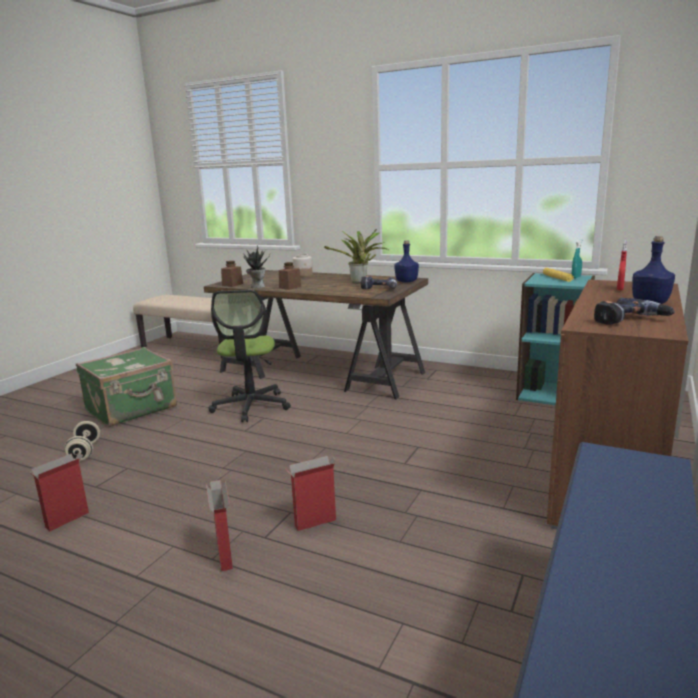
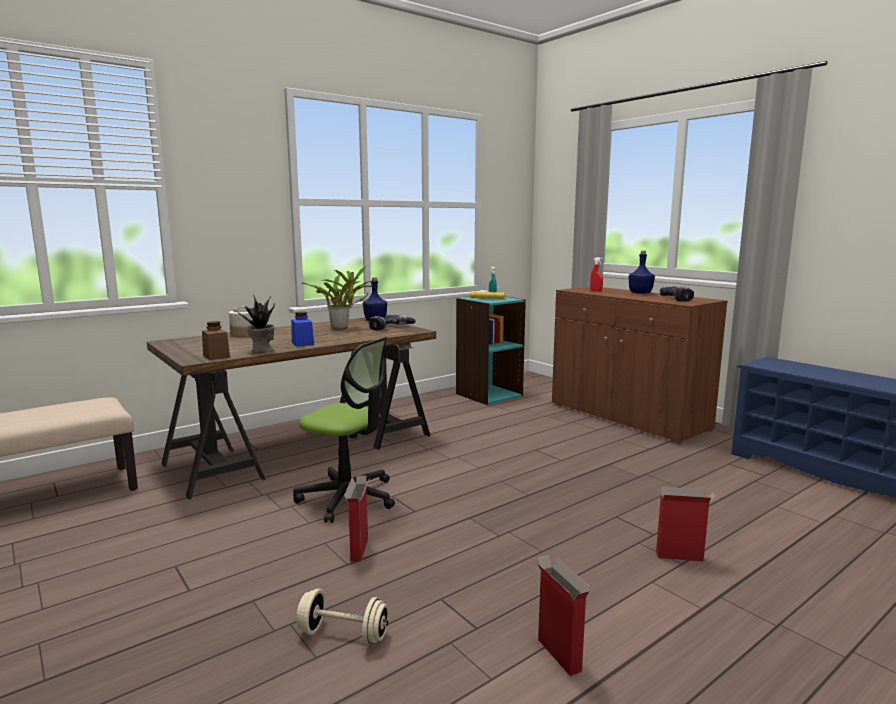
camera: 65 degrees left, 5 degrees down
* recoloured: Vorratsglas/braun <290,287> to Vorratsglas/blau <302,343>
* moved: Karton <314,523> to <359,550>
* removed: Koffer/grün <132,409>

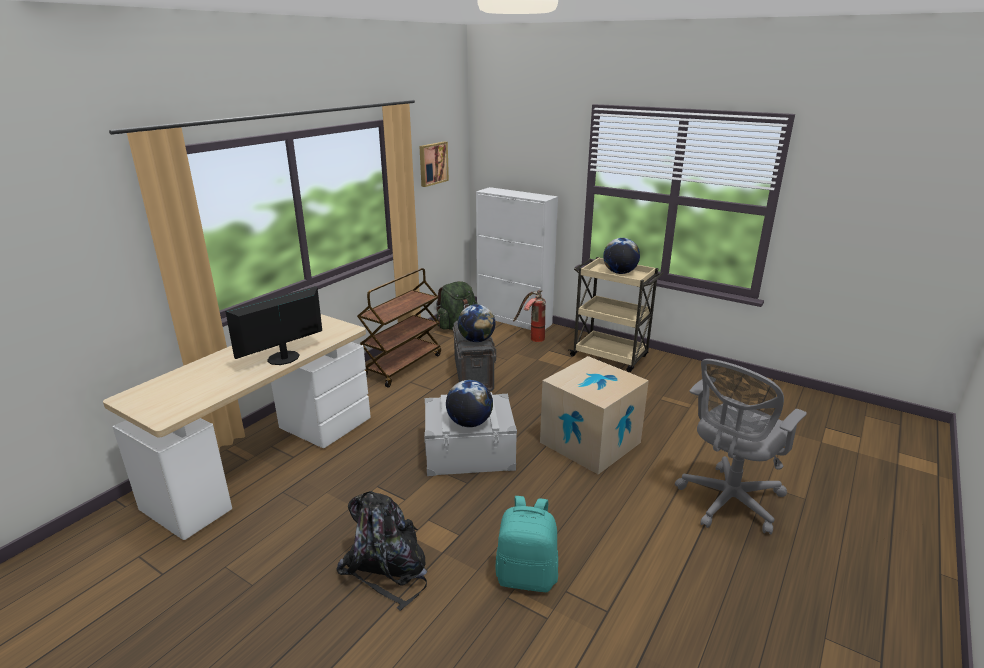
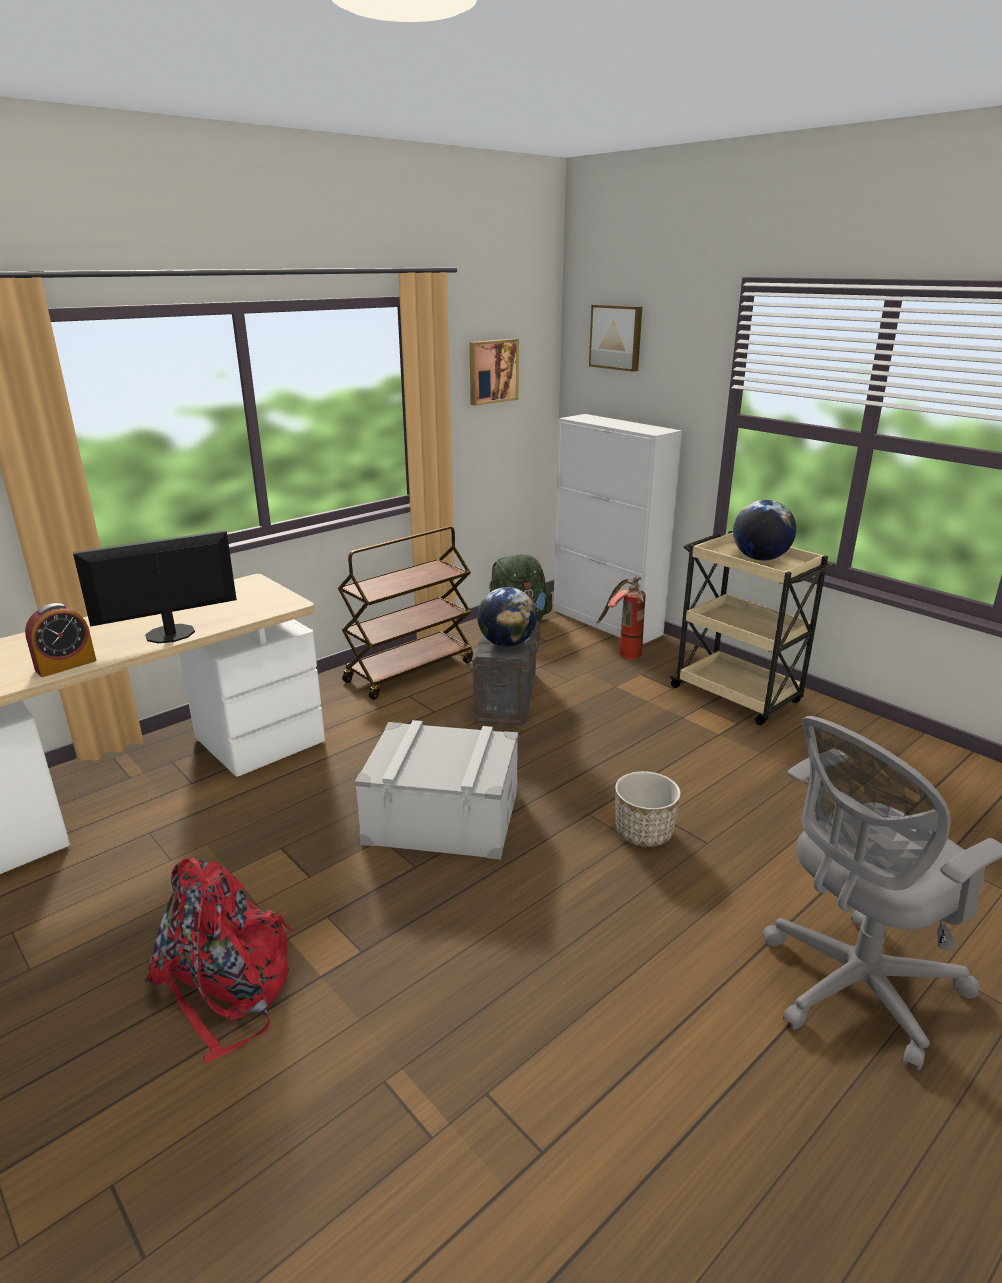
camera: 15 degrees right, 0 degrees up
* added: Wecker <66,665>
* recoloured: Rucksack/schwarz <388,568> to Rucksack/rot <227,985>
* added: Bild <617,337>
* replaced: Karton <590,442> to Pflanzkübel <643,833>
* removed: Globus <469,423>
* removed: Rucksack/türkis <527,576>

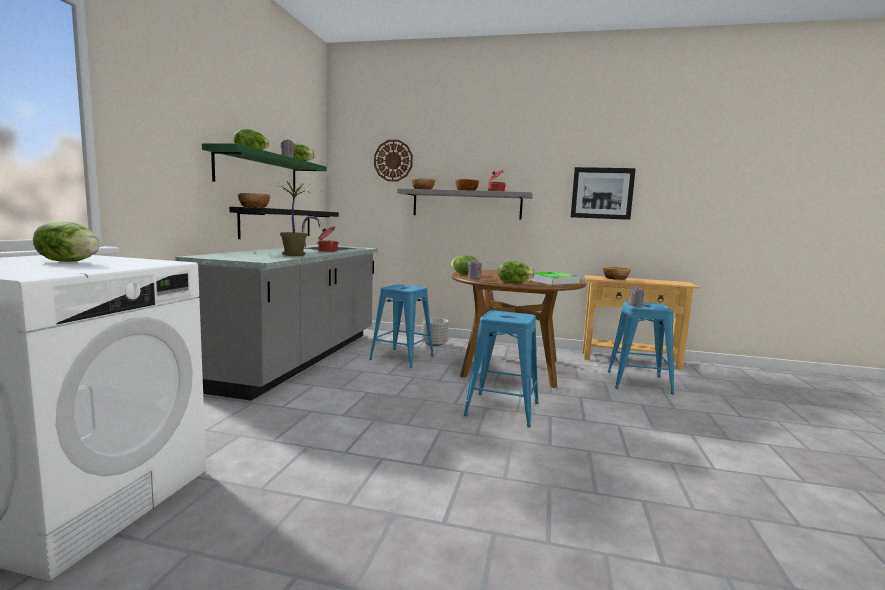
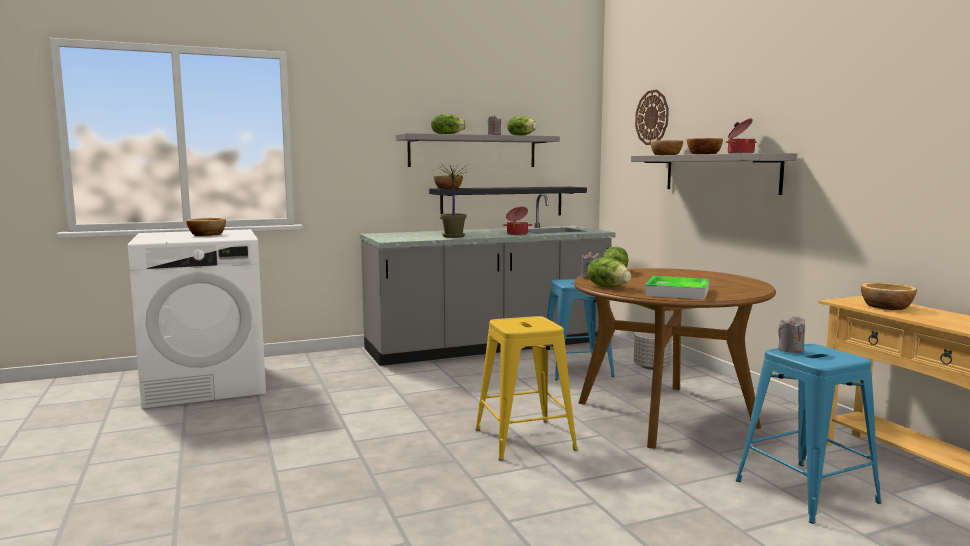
camera: 55 degrees right, 0 degrees up
* replaced: Salatkopf <69,262> to Schüssel <207,235>
* recoloured: Wandregal/grün <258,172> to Wandregal/grau <473,151>
* recoloured: Hocker/blau <503,409> to Hocker/gelb <525,439>
* removed: Bild <602,193>

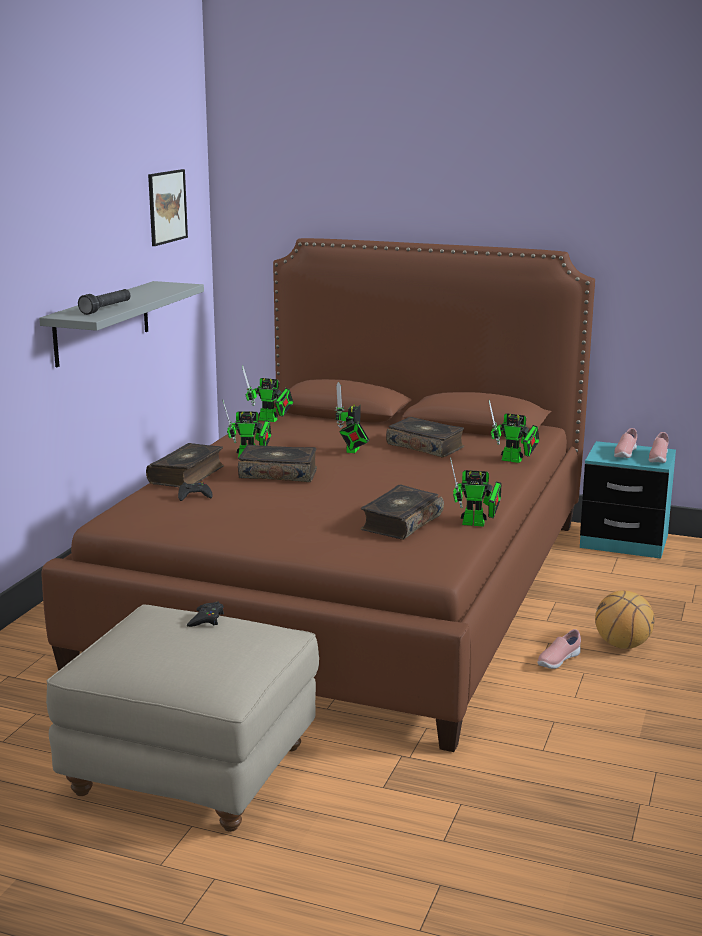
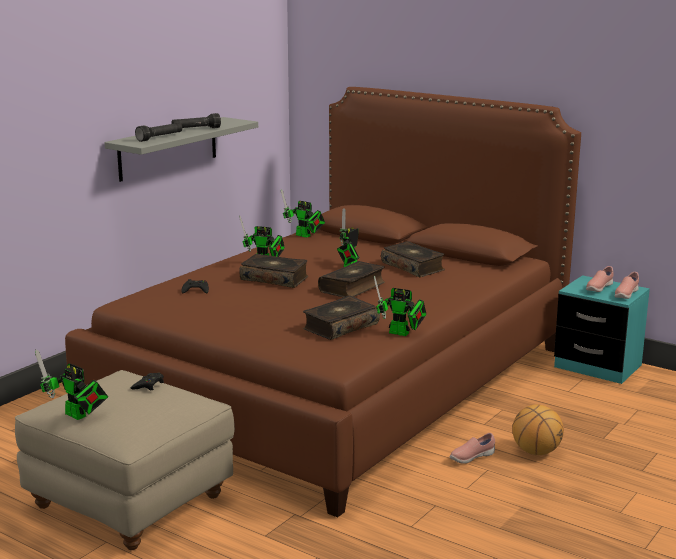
camera: 15 degrees right, 0 degrees up
* moved: Spielzeugroboter <515,460> to <78,416>
* added: Taschenlampe/schwarz <196,129>
* moved: Buch <187,475> to <353,287>
* removed: Bild <167,207>

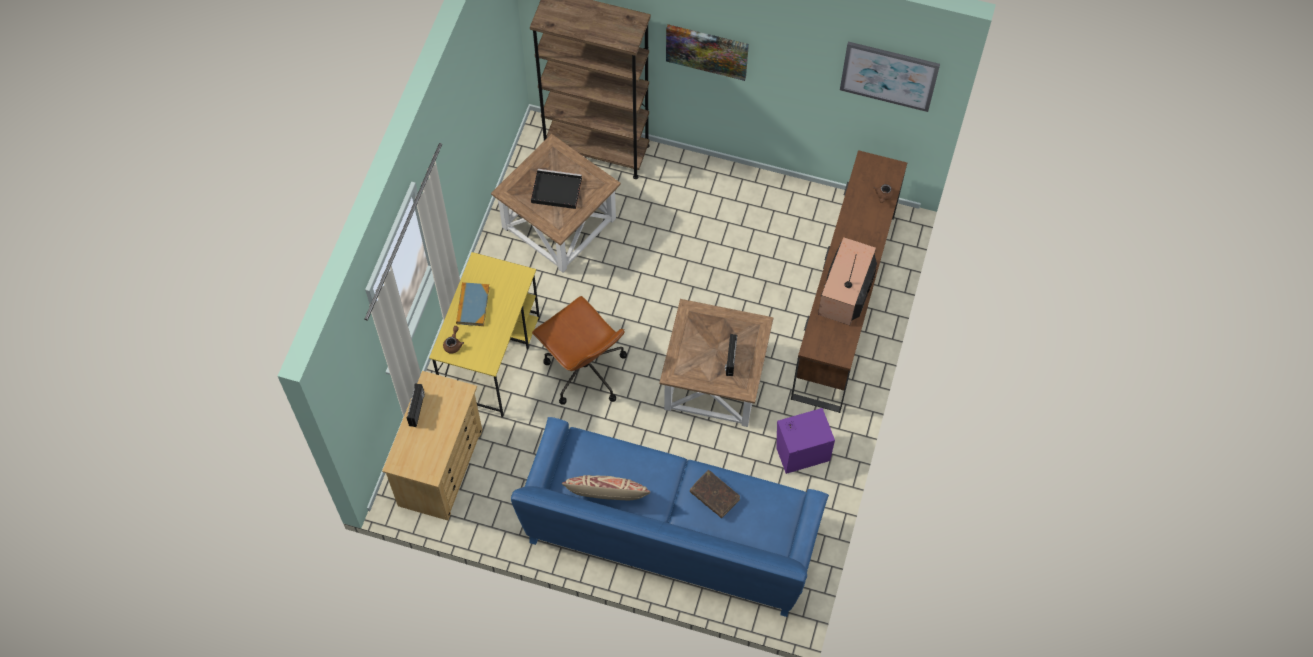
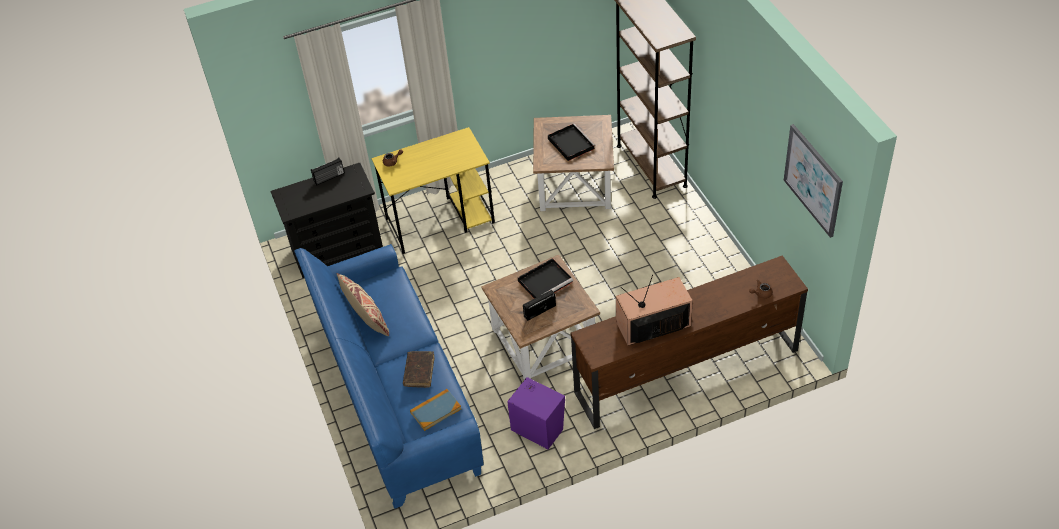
camera: 55 degrees right, 15 degrees down
* recoloured: Kommode/beige <441,467> to Kommode/schwarz <337,249>
* moved: Buch <472,305> to <435,411>
* added: Tablett/schwarz <546,281>
* removed: Bürostuhl/braun <584,370>
* removed: Bild <707,50>

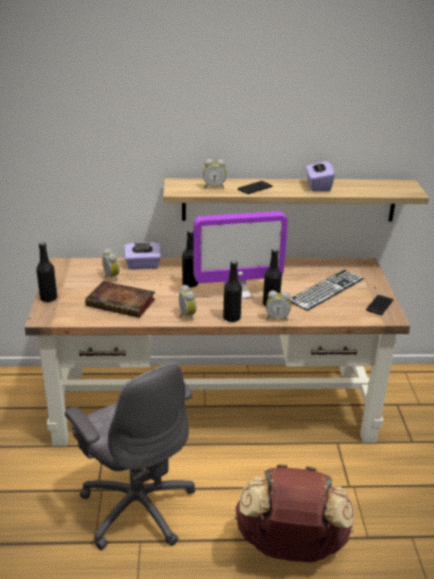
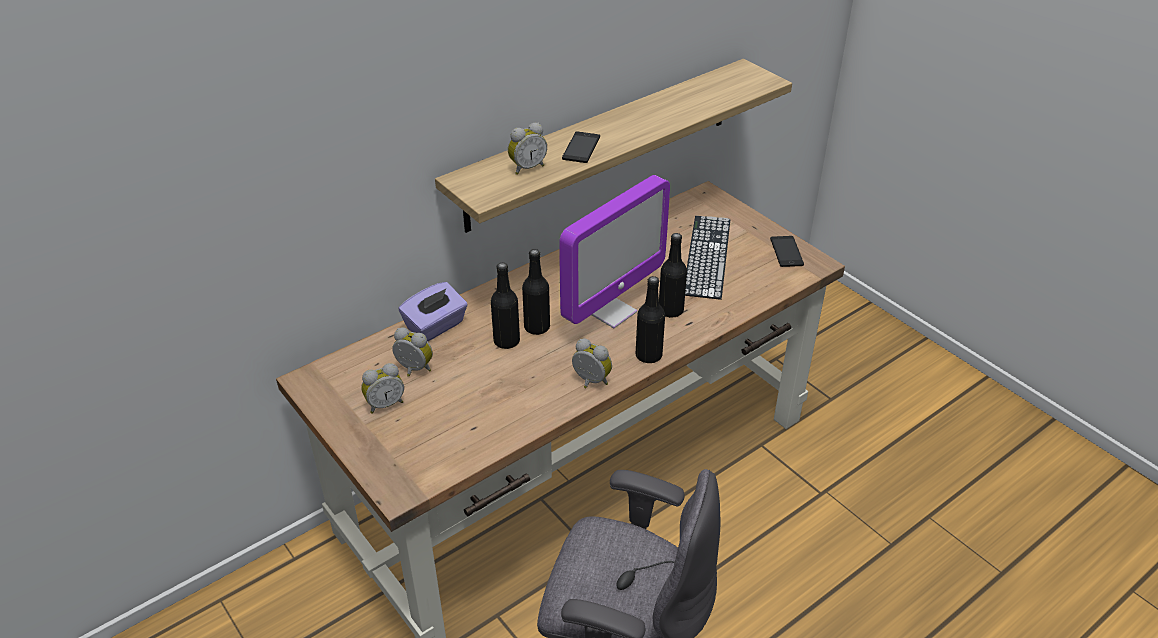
camera: 35 degrees left, 10 degrees up
* moved: Wecker <277,318> to <385,404>
* moved: Flasche/schwarz <48,298> to <506,341>
* removed: Buch <122,303>
* removed: Rucksack/braun <290,547>
* removed: Taschentuchbox/lila <318,186>

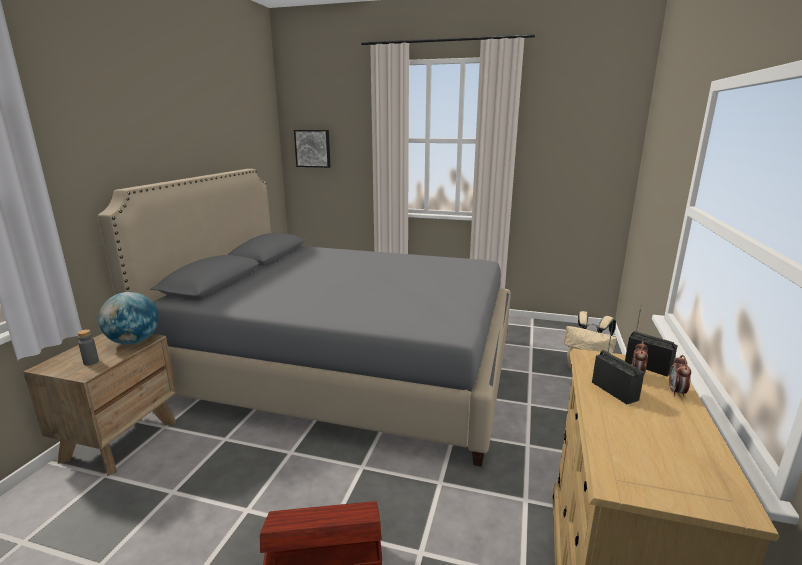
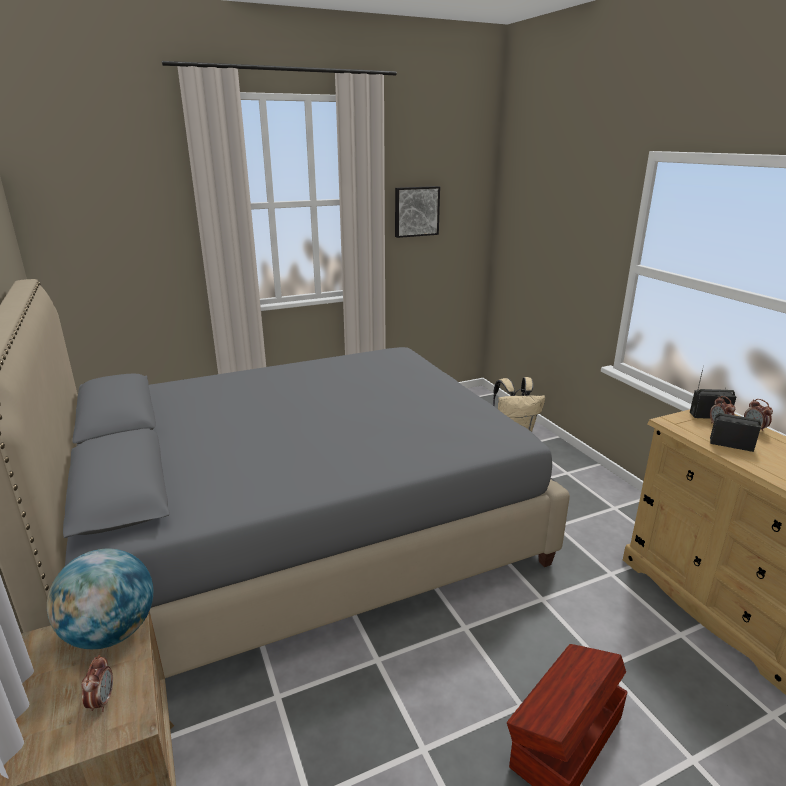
camera: 40 degrees left, 5 degrees up
* replaced: Flasche/grau <91,362> to Wecker <102,701>
* moved: Bild <313,148> to <416,211>

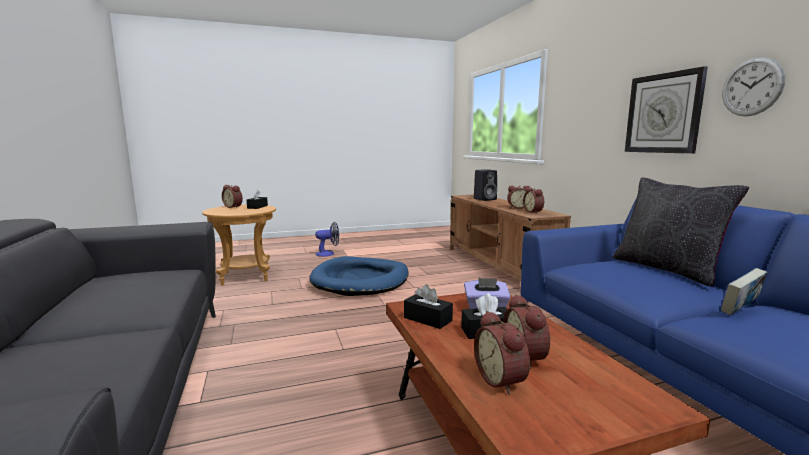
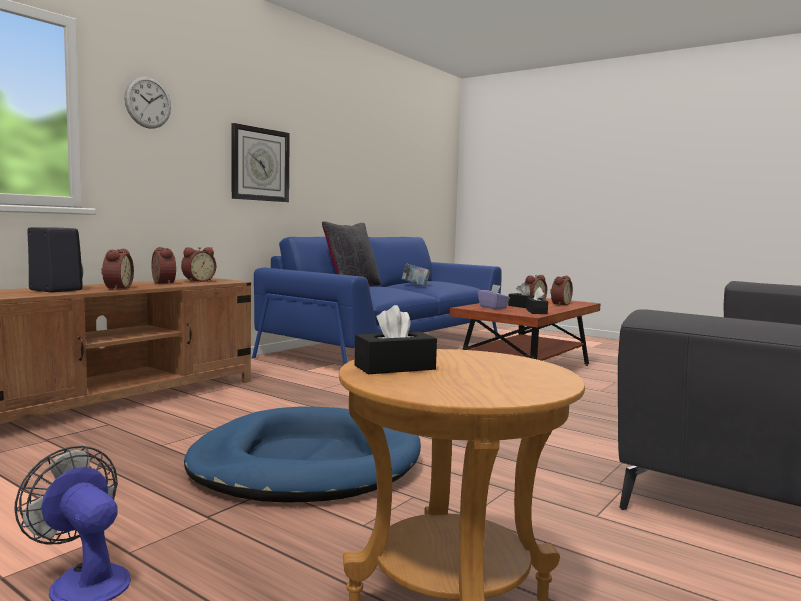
camera: 125 degrees left, 5 degrees down
* moved: Wecker <234,207> to <116,288>
* moved: Wanduhr <752,87> to <148,102>

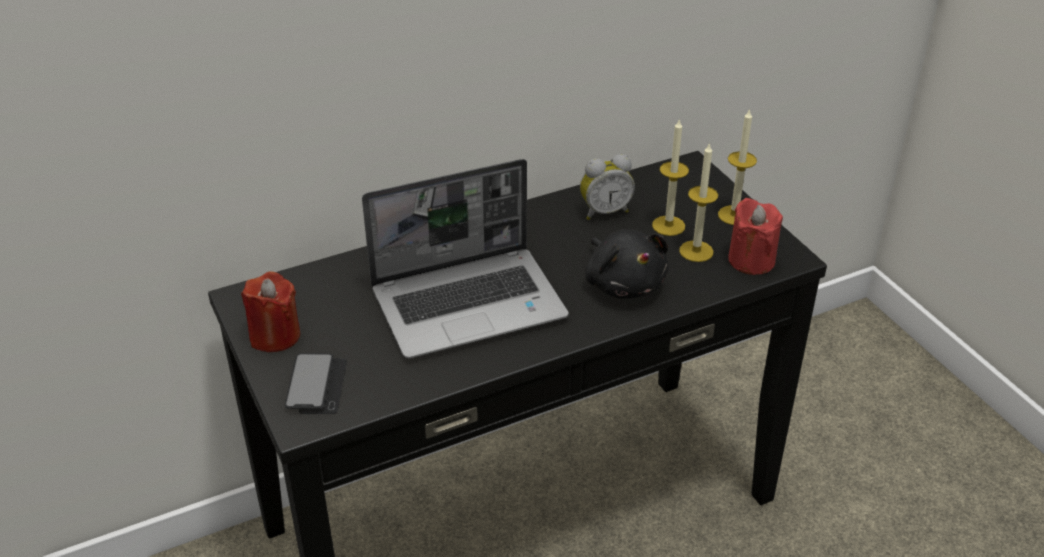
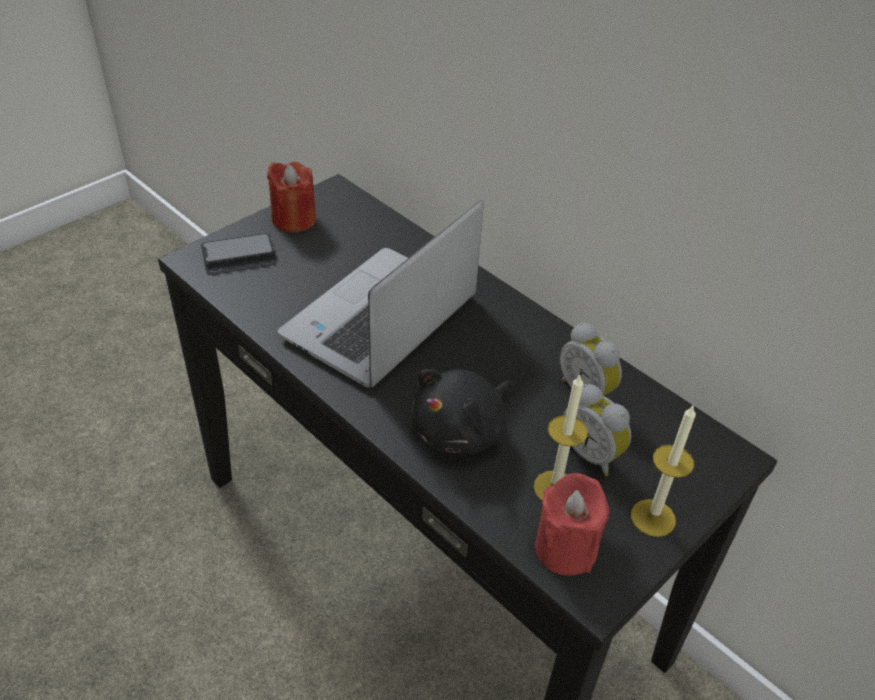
camera: 70 degrees right, 5 degrees up
* turned: Laptop <470,303> = <380,321> 75 degrees clockwise
* replaced: Kerze <668,225> to Wecker <592,454>

